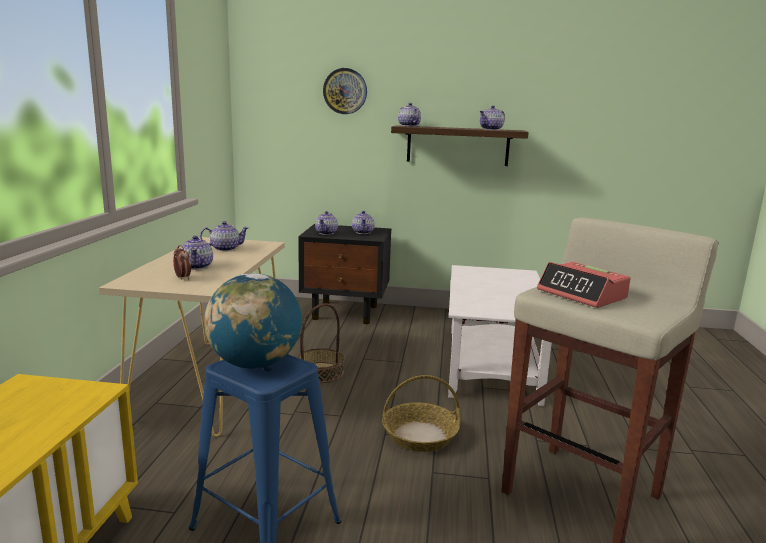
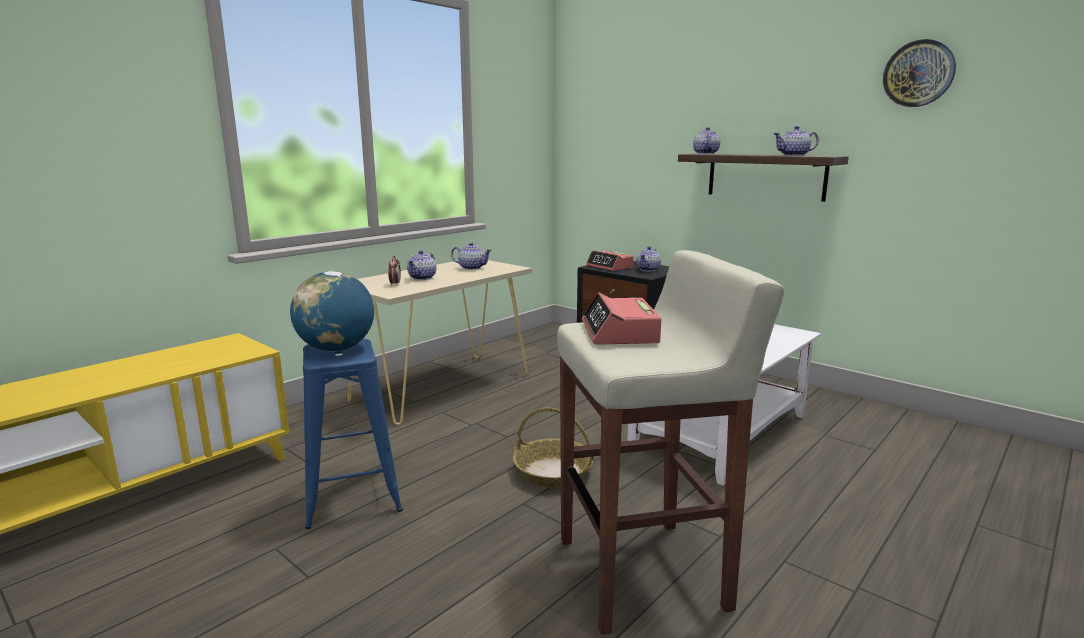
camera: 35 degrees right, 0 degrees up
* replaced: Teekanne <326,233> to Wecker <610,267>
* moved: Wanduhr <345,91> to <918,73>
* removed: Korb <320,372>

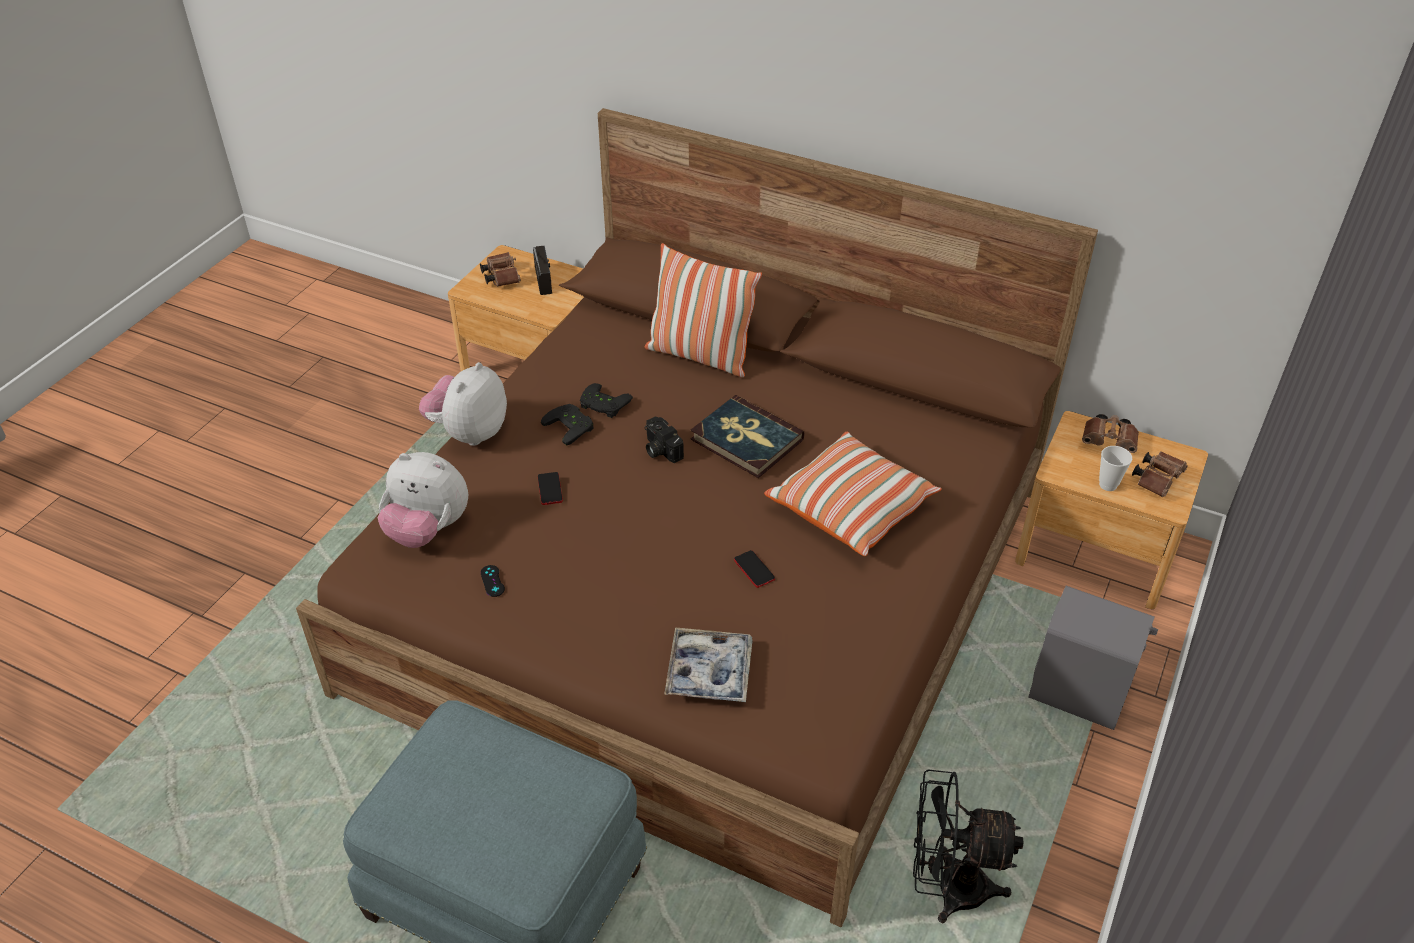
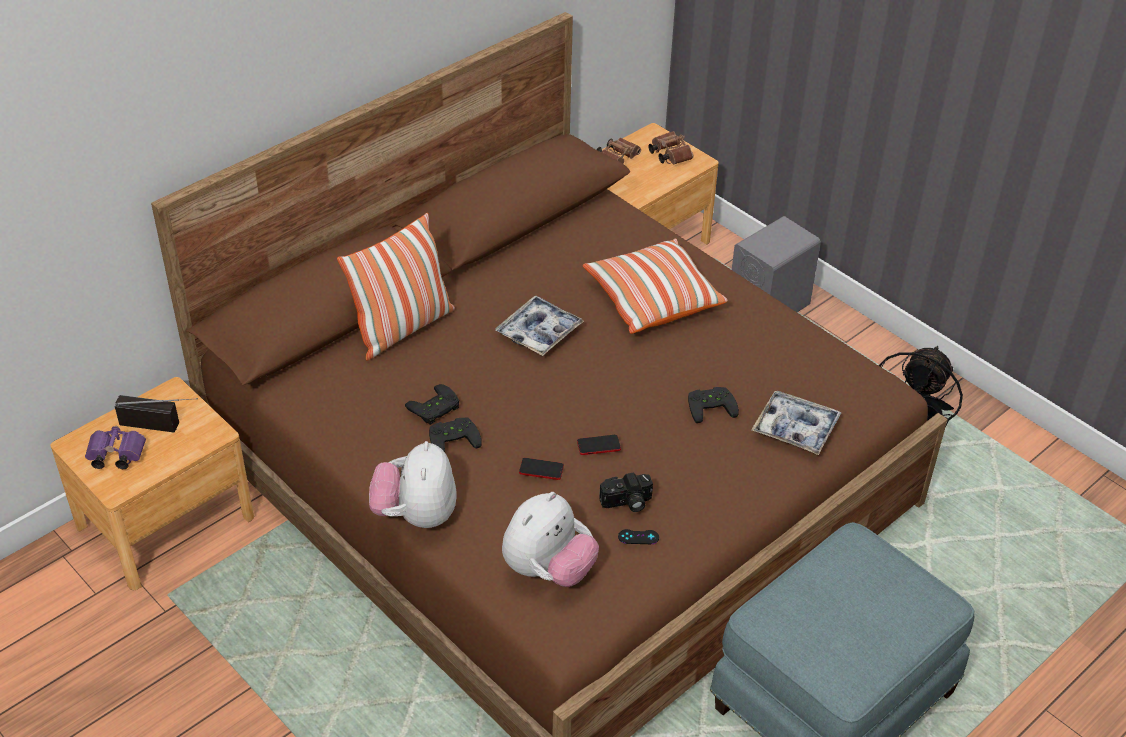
camera: 70 degrees left, 0 degrees up
* recoloured: Fernglas/braun <501,277> to Fernglas/lila <114,456>
* turned: Plüschtier <469,432> = <416,515> 45 degrees clockwise
* replaced: Buch <746,440> to Tablett <539,332>
* moved: Handy <754,569> to <598,445>
* moved: Kamera <660,449> to <627,503>
* added: Gamepad/schwarz <710,405>
* removed: Tasse <1108,485>

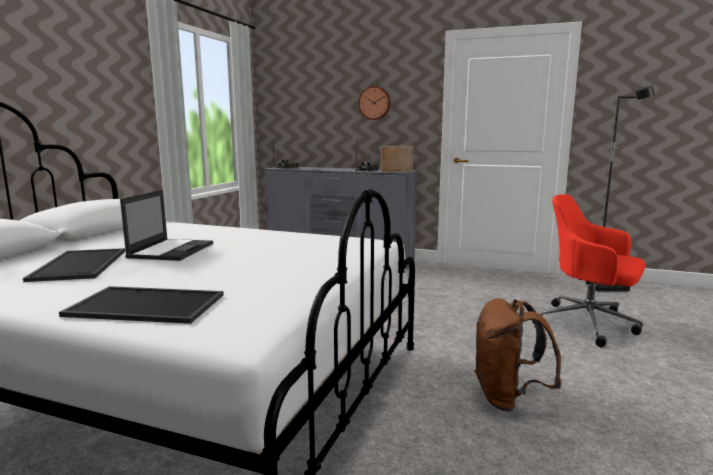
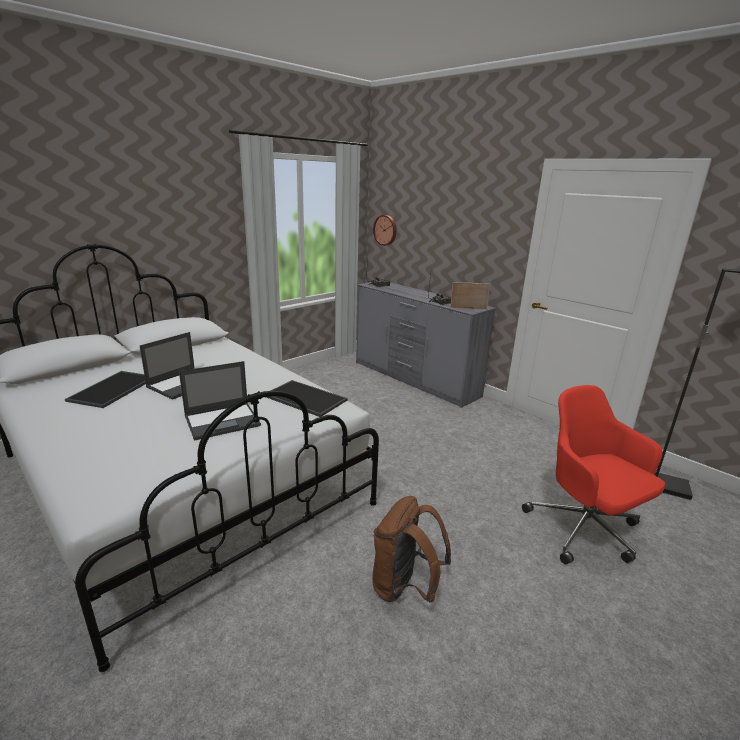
camera: 25 degrees right, 10 degrees up
* added: Laptop <223,421>
* moved: Tablett <143,306> to <303,398>
* moved: Wanduhr <375,103> to <385,230>

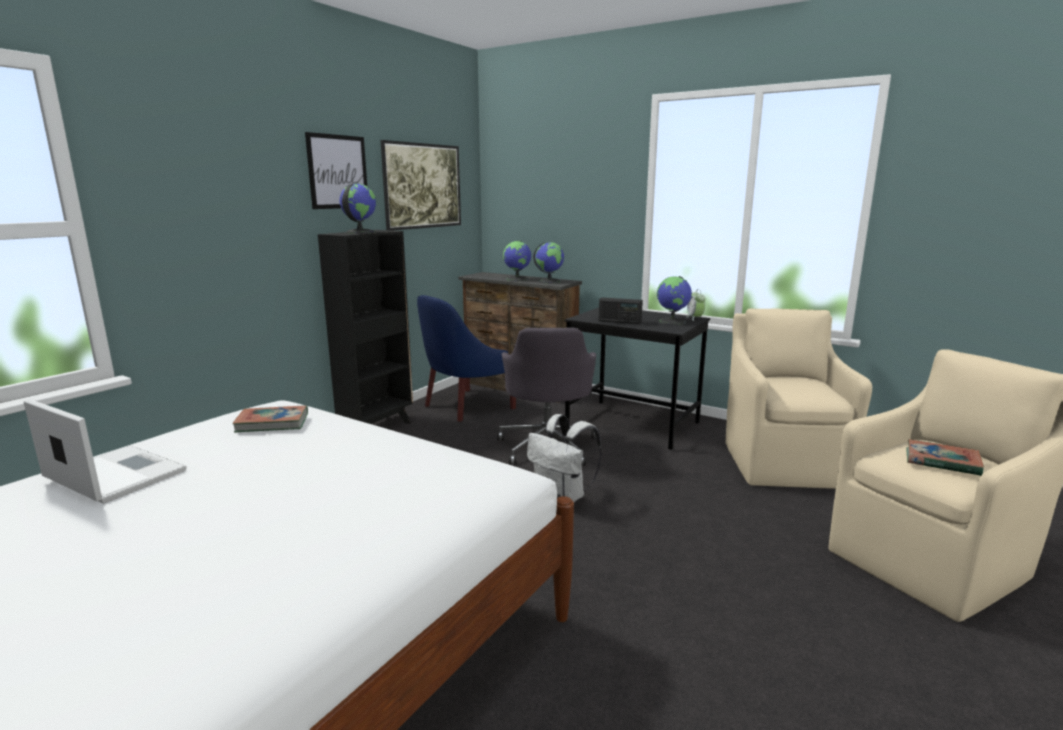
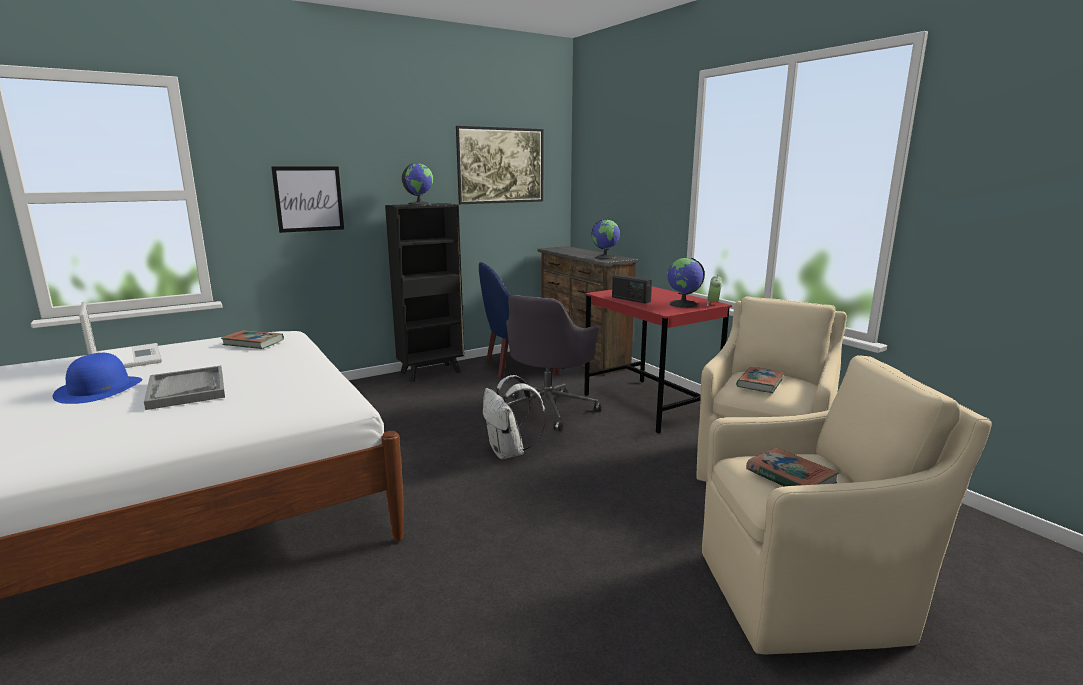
camera: 25 degrees right, 0 degrees up
* added: Hut/blau <99,389>
* added: Tablett/grau <186,389>
* moved: Bild <338,172> to <308,199>
* recoloured: Schreibtisch/schwarz <633,424> to Schreibtisch/rot <650,405>
* added: Buch <760,383>
* removed: Globus <517,279>

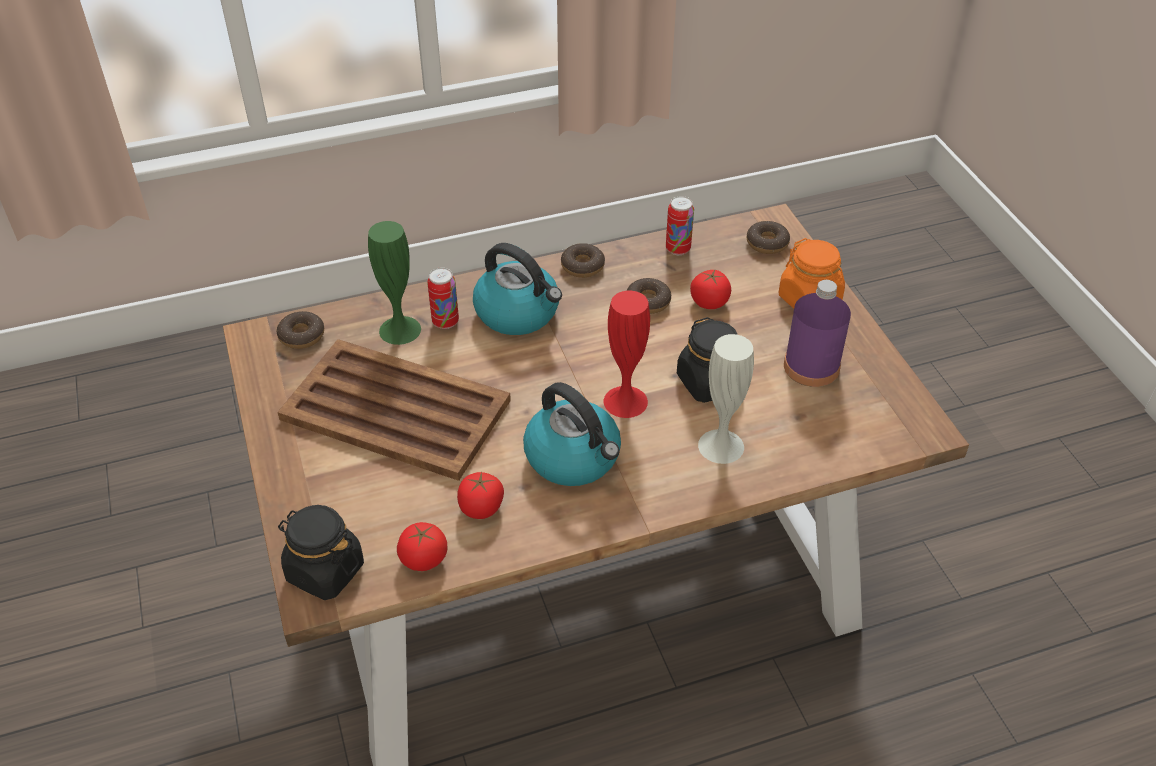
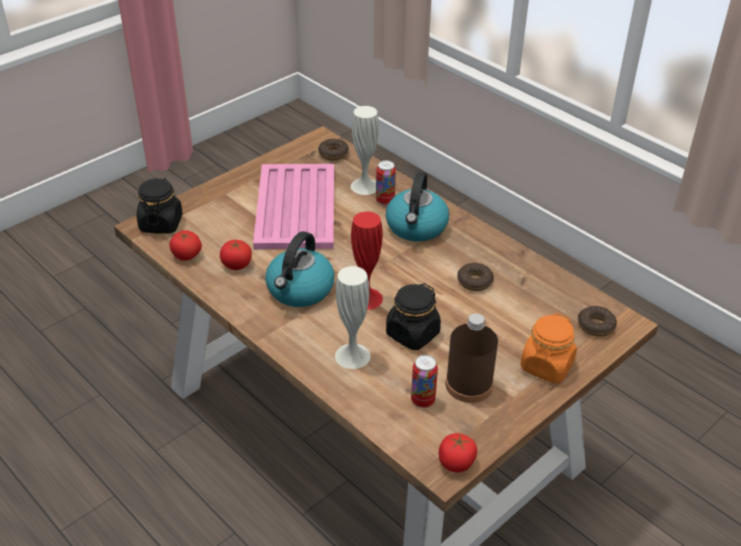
camera: 65 degrees right, 5 degrees down
* recoloured: Tablett/braun <394,409> to Tablett/rosa <296,206>
* recoloured: Vase/grün <400,330> to Vase/weiß <364,186>
* moved: Dose <678,249> to <423,400>
* moved: Tomate <709,302> to <456,463>
* recoloured: Flasche/lila <811,366> to Flasche/braun <469,385>
* removed: Donut <582,266>

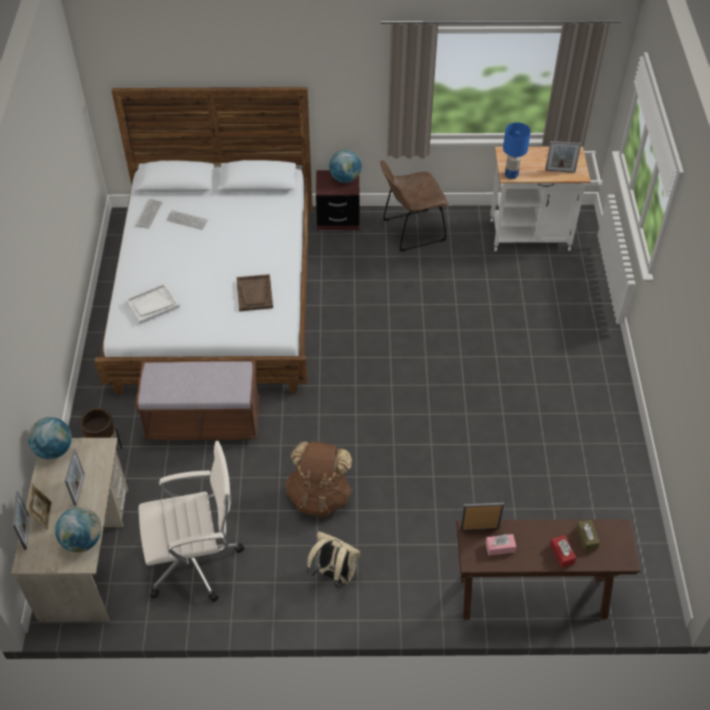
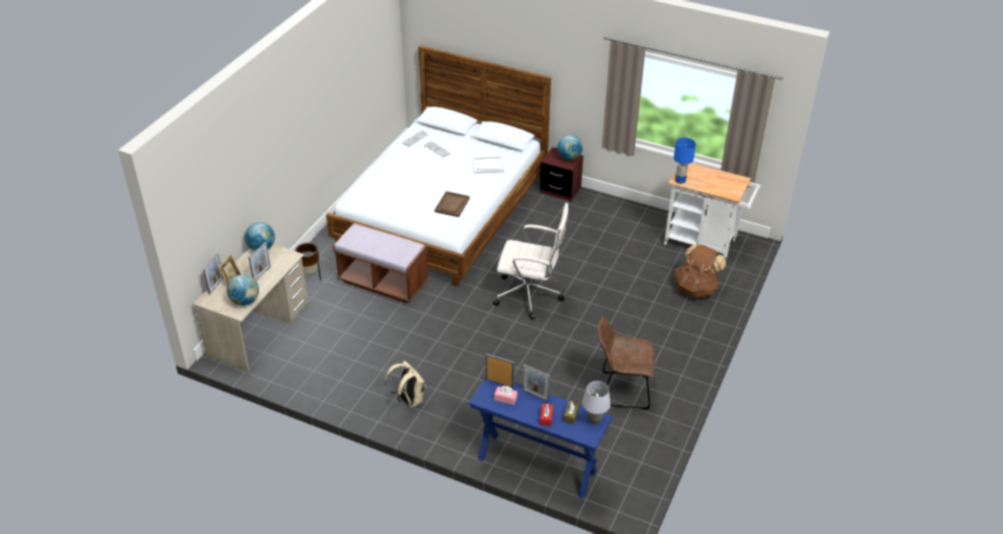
camera: 25 degrees right, 10 degrees down
* recoloured: Konsolentisch/braun <532,597> to Konsolentisch/blau <537,465>
* moved: Tablett/weiß <152,304> to <488,166>
* moved: Bürostuhl/weiß <195,560> to <530,296>
* moved: Bilderrahmen <560,171> to <535,395>
* added: Tischlampe/grau <594,420>
* moved: Stuhl/braun <410,231> to <621,390>
* moved: Rucksack/braun <319,496> to <695,289>

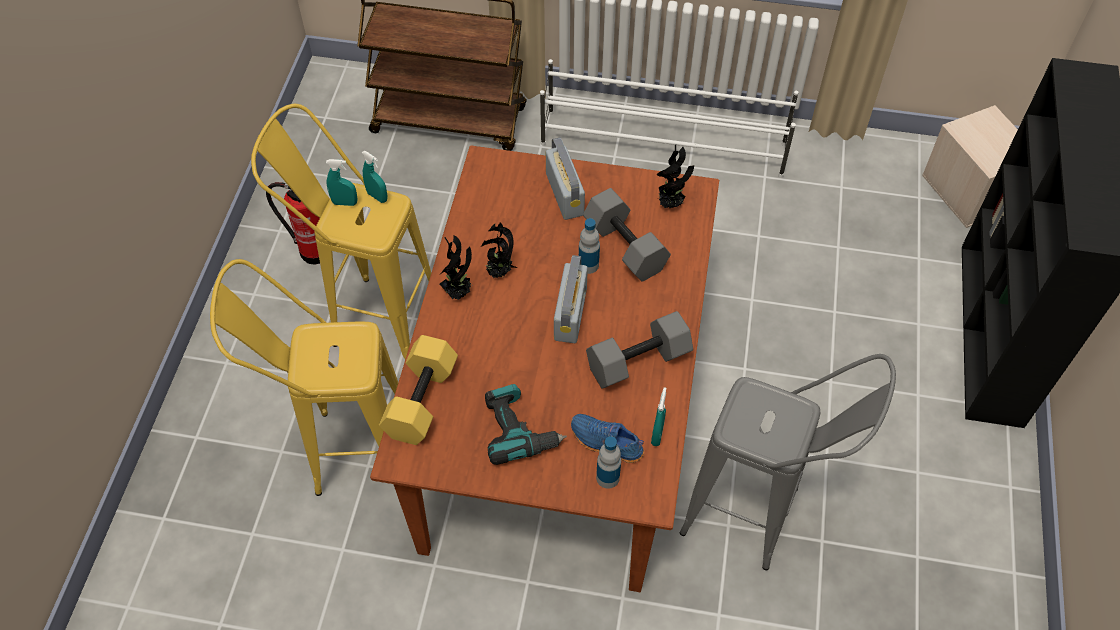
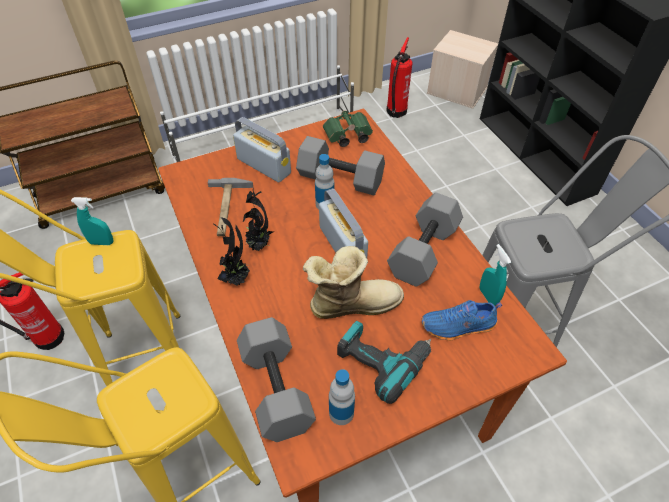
camera: 35 degrees left, 5 degrees down
* added: Hammer <227,209>
* recoloured: Hantel/gelb <420,399> to Hantel/grau <274,388>
* added: Stiefel <352,302>
* replaced: Topfpflanze <671,204> to Fernglas/grün <347,137>
* moved: Flasche <607,477> to <341,413>
* added: Feuerlöscher <395,112>
* removed: Sprühflasche/türkis <345,203>

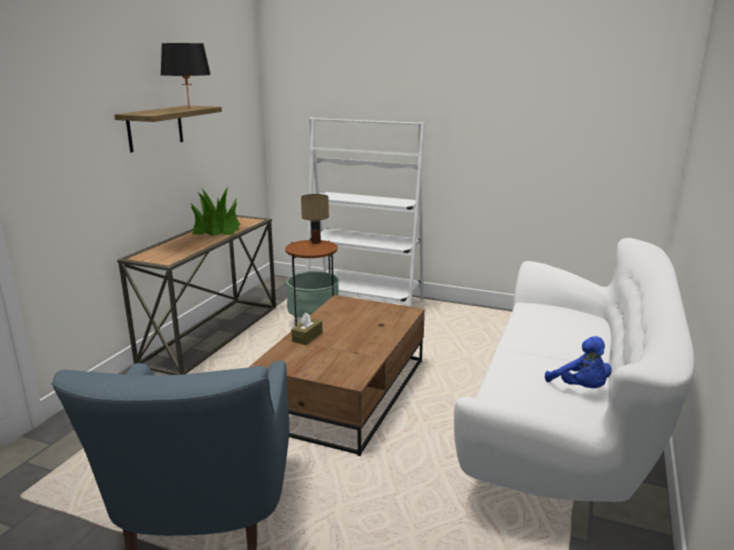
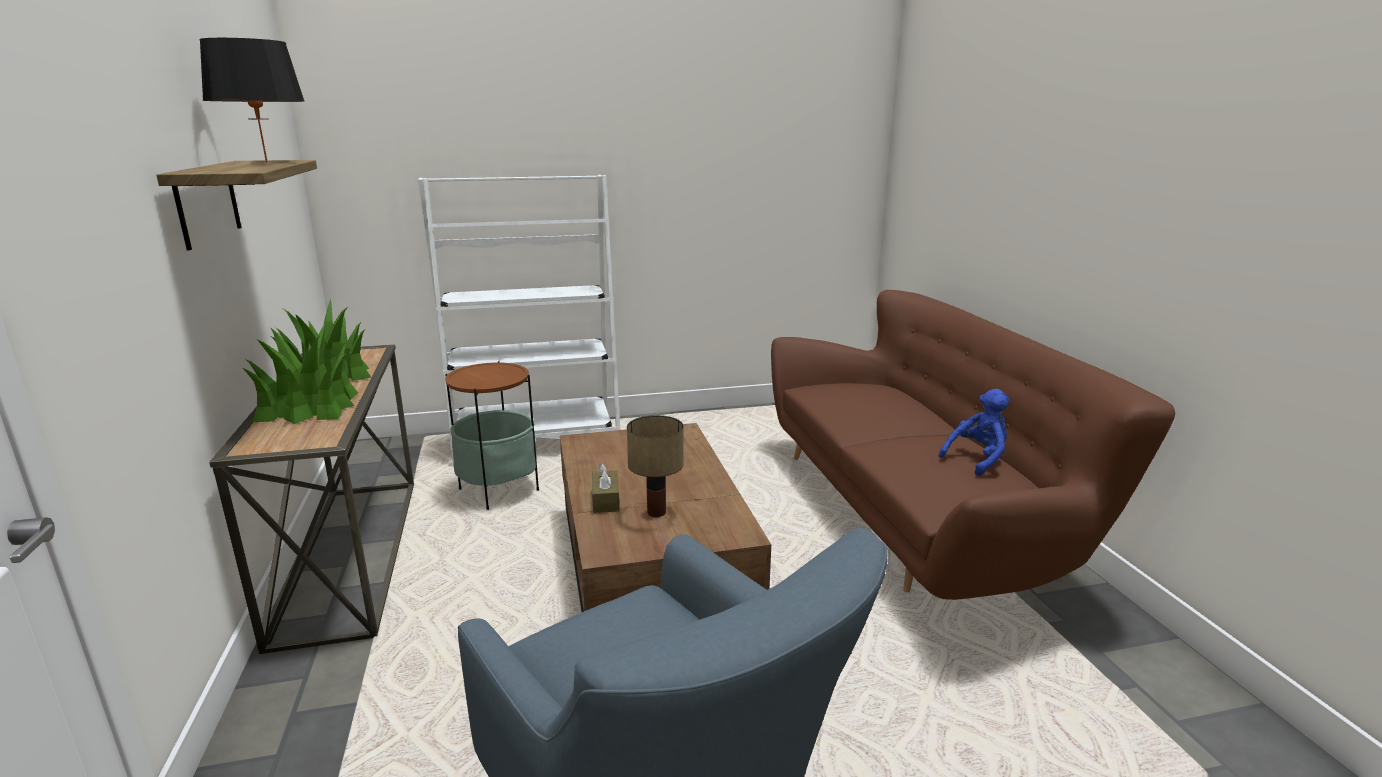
camera: 35 degrees left, 0 degrees up
* added: Topfpflanze <307,407>
* moved: Tischlampe <316,242> to <657,512>
* recoloured: Sofa/weiß <565,430> to Sofa/braun <917,518>
* turned: Plüschtier/blau <580,388> = <977,459> 60 degrees counterclockwise

